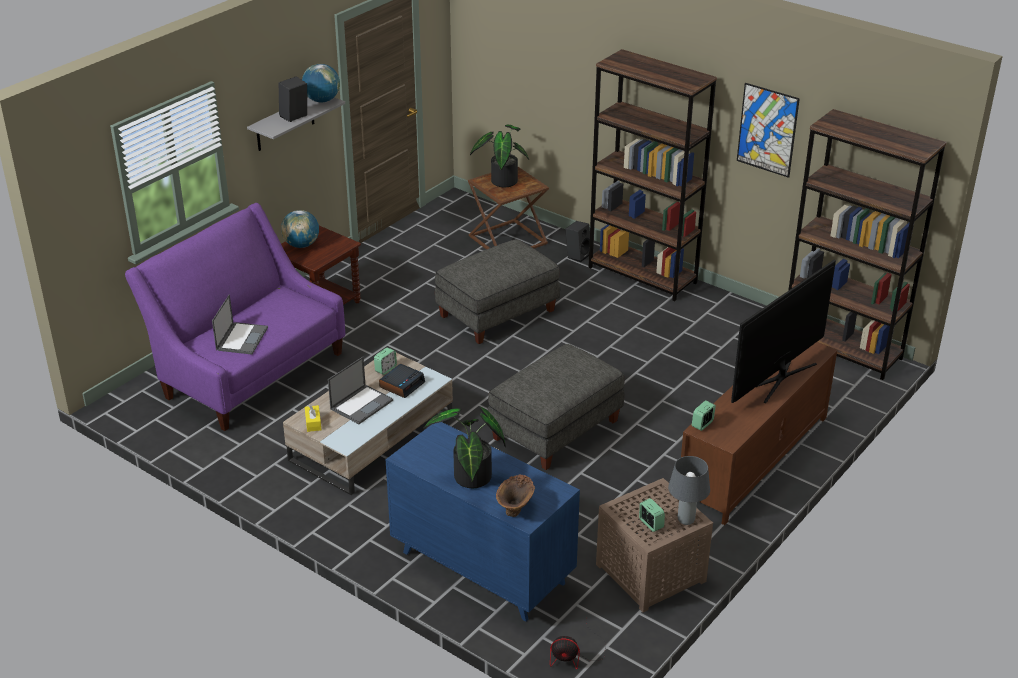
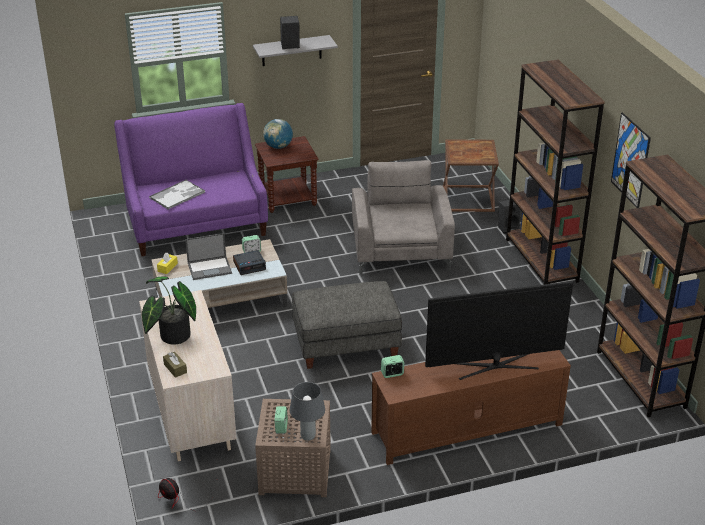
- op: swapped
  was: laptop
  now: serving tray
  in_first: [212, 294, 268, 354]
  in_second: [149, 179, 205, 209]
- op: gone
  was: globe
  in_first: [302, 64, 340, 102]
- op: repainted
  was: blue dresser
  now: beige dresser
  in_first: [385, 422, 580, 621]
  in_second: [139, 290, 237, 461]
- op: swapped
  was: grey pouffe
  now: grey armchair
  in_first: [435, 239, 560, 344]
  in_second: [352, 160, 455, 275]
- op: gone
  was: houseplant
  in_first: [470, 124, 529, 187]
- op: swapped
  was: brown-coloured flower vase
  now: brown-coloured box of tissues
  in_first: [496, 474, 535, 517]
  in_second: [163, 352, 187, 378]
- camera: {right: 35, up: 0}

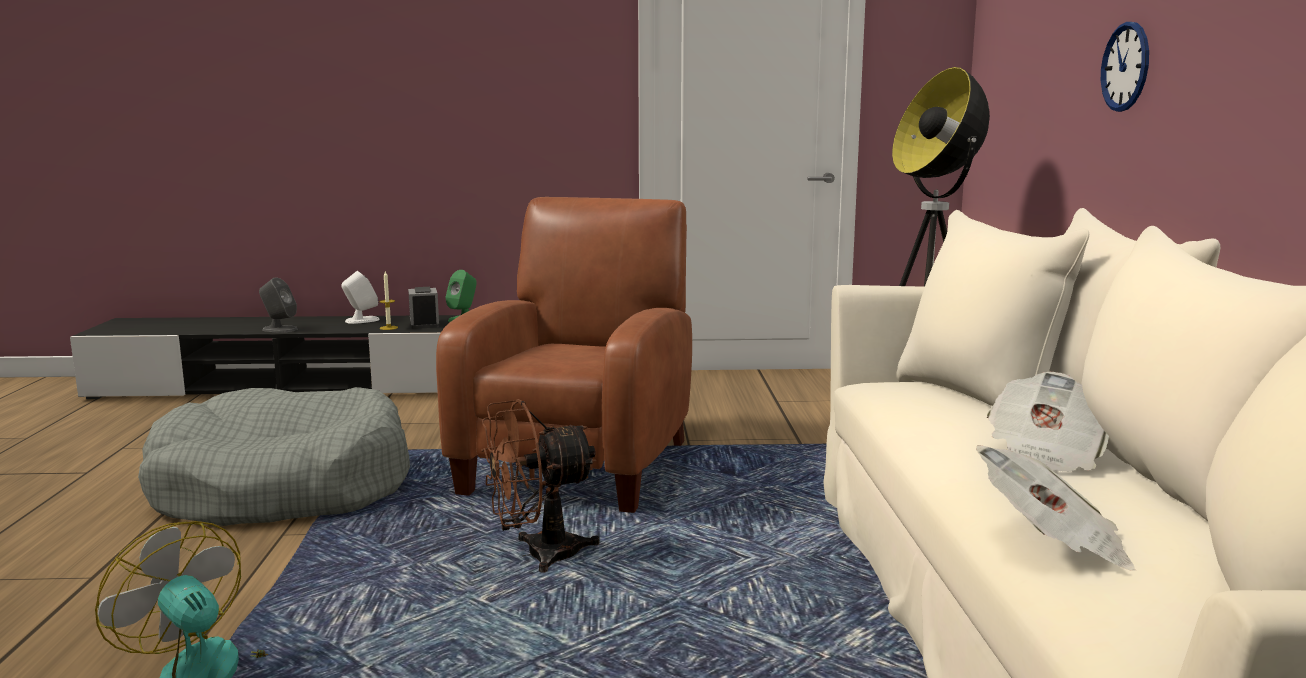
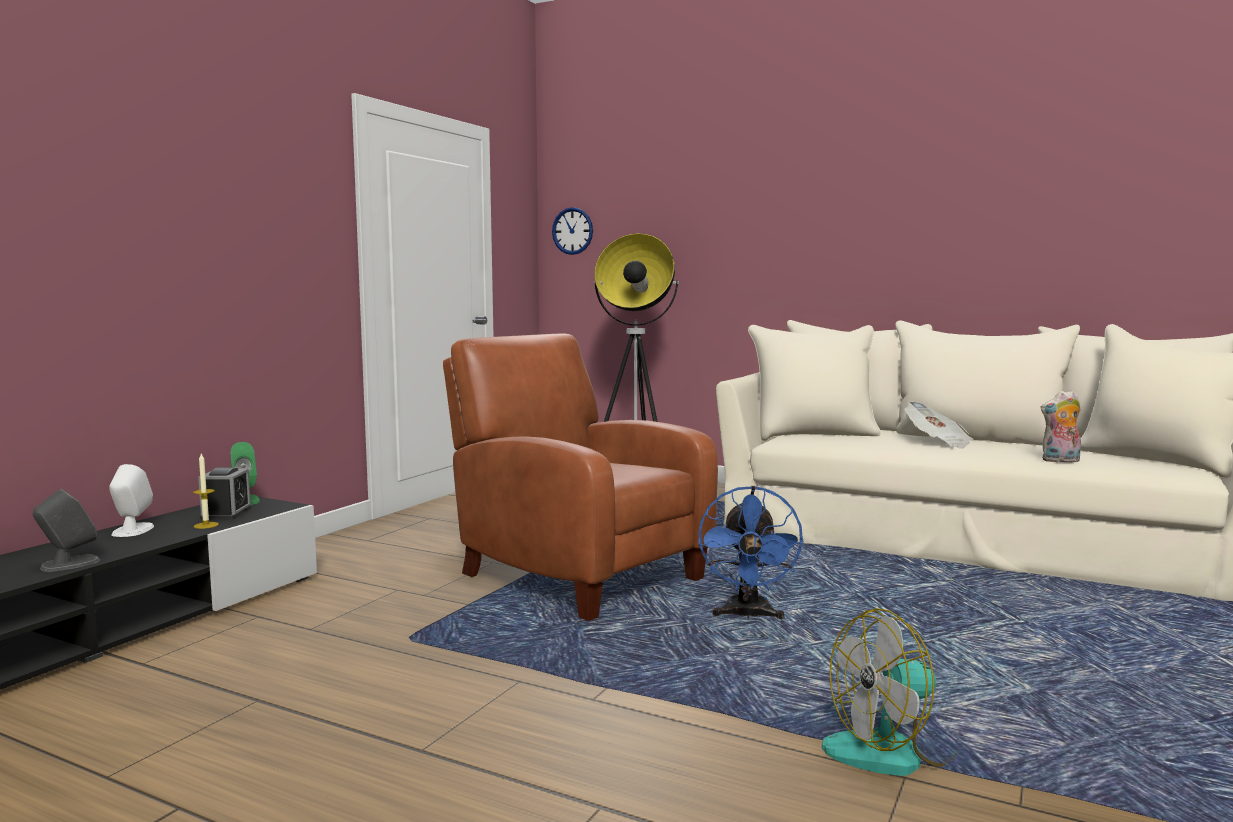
- op: gone
  was: grey dog cushion
  in_first: [138, 387, 410, 526]
- op: rotated
  was: table clock
  in_first: [408, 287, 439, 329]
  in_second: [198, 468, 252, 520]
  clockwise: -105
- op: repainted
  was: brown-coloured cooling fan
  now: blue cooling fan
  in_first: [482, 399, 600, 573]
  in_second: [698, 486, 804, 619]
- op: swapped
  was: daily paper
  now: cuddly toy
  in_first: [976, 445, 1137, 571]
  in_second: [1040, 390, 1081, 463]
- op: shifted
  was: clock on the wall
  in_first: [1101, 22, 1149, 112]
  in_second: [552, 207, 593, 255]
- camera: {right: -60, up: -5}

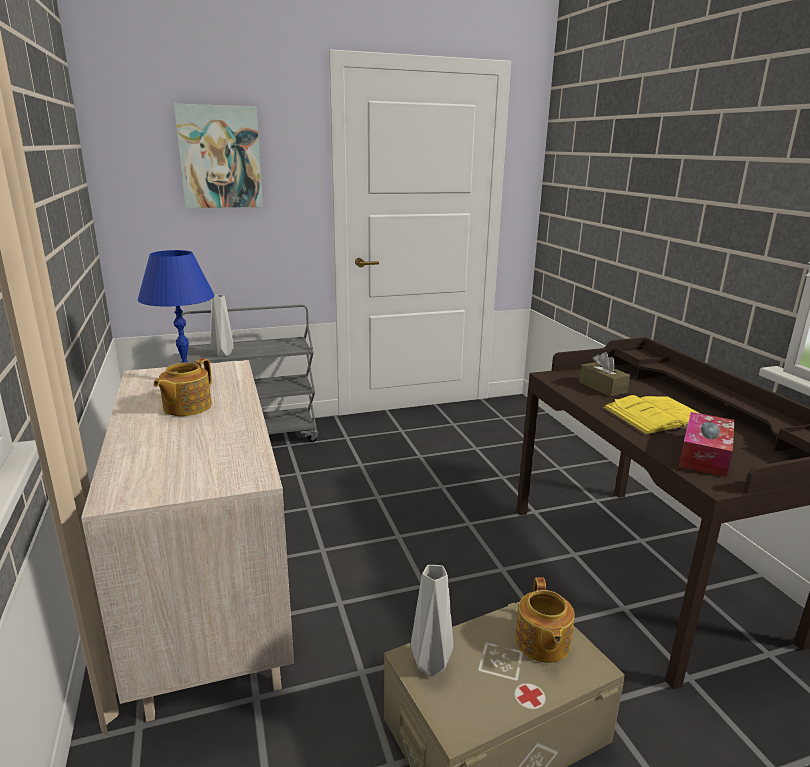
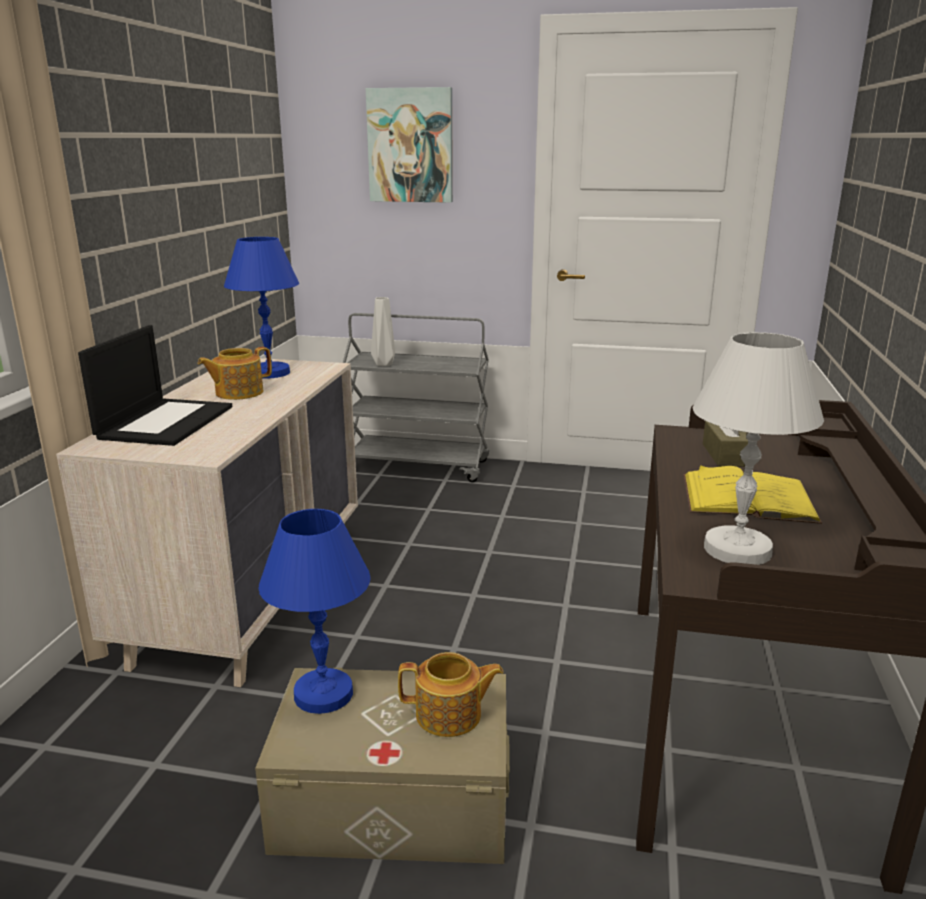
- op: swapped
  was: grey flower vase
  now: blue lamp for a table
  in_first: [411, 565, 453, 677]
  in_second: [259, 509, 371, 714]
- op: rotated
  was: tea pot
  in_first: [515, 577, 575, 663]
  in_second: [398, 652, 504, 737]
  clockwise: -120
- op: swapped
  was: box of tissues
  now: white-coloured lamp for a table
  in_first: [679, 412, 735, 477]
  in_second: [693, 332, 824, 565]
- op: new
  now: laptop
  in_second: [78, 325, 232, 446]
- camera: {right: 30, up: 0}

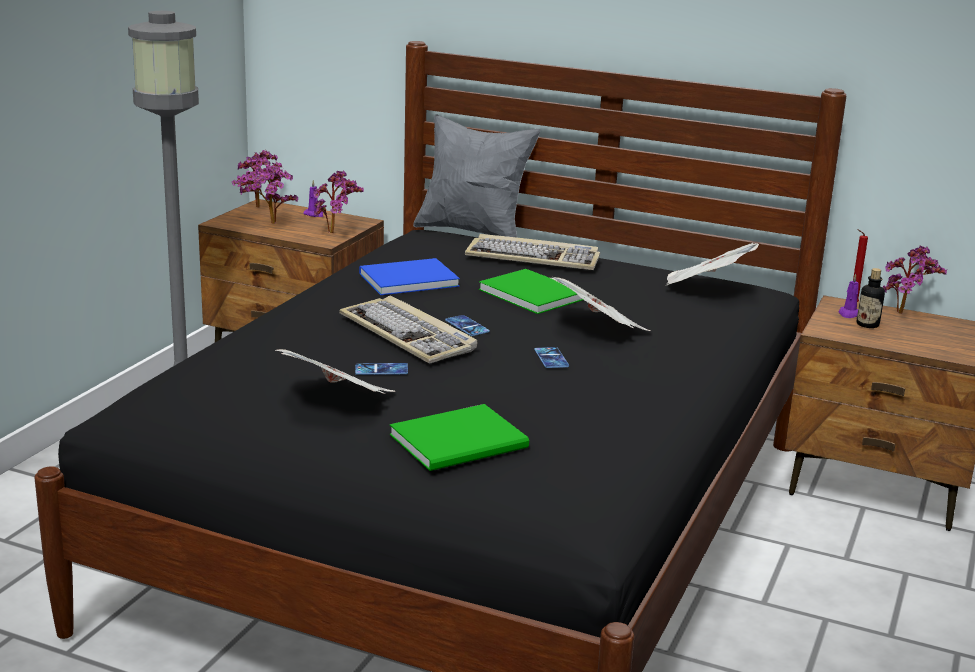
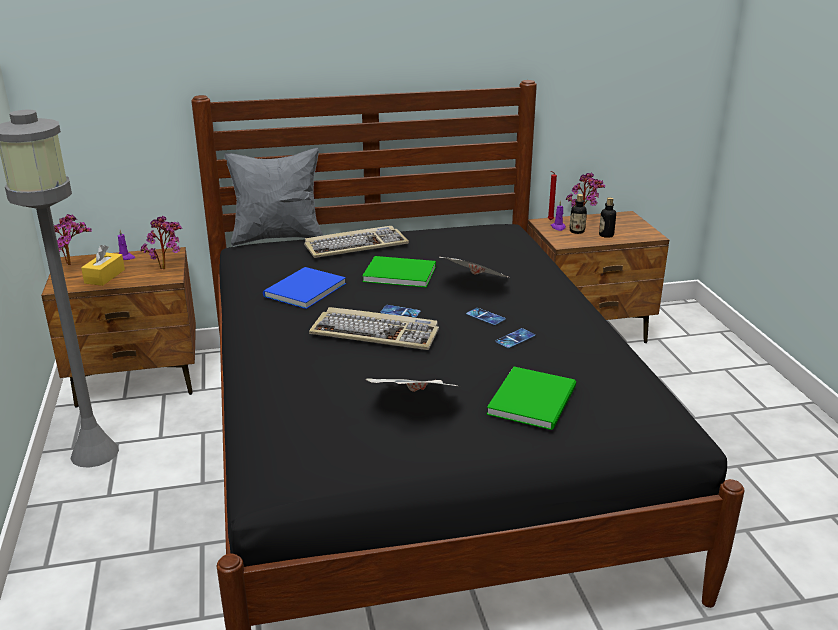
- op: swapped
  was: houseplant
  now: yellowish box of tissues
  in_first: [240, 165, 298, 224]
  in_second: [81, 245, 125, 286]
- op: shifted
  was: phone
  in_first: [355, 363, 408, 375]
  in_second: [495, 328, 535, 348]
- op: gone
  was: daily paper
  in_first: [665, 243, 759, 286]
- op: new
  now: bottle
  in_second: [599, 197, 616, 238]
- camera: {right: -35, up: 5}

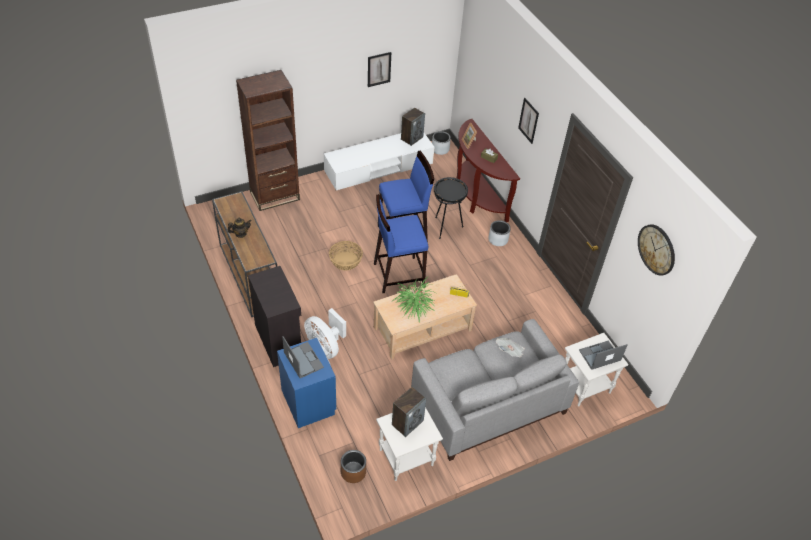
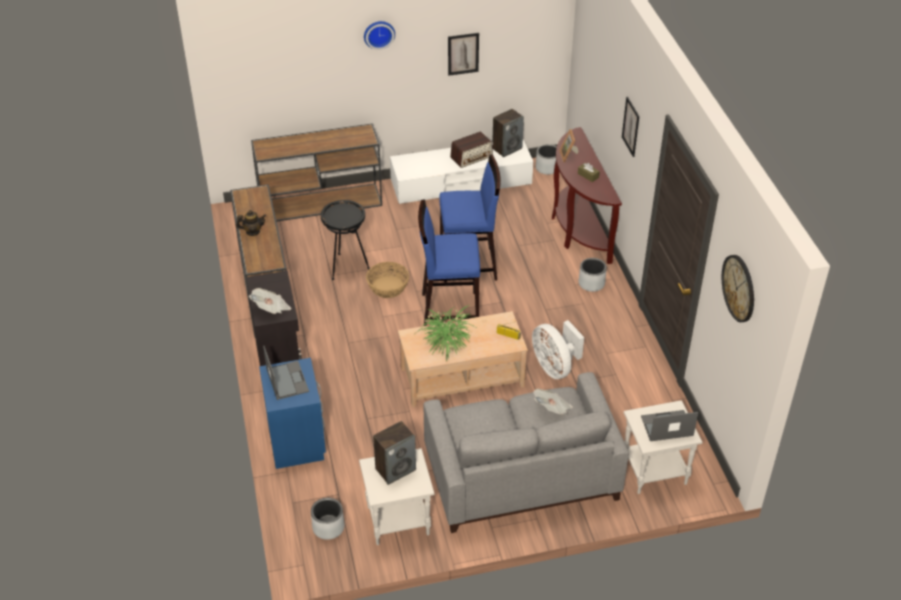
- op: swapped
  was: brown-coloured shelving unit
  now: brown-coloured console table
  in_first: [236, 70, 300, 211]
  in_second: [251, 123, 382, 222]
- op: shifted
  was: white-coloured cooling fan
  in_first: [304, 308, 346, 359]
  in_second: [532, 320, 584, 379]
- op: repainted
  was: brown-coloured plant pot
  now: grey plant pot
  in_first: [341, 450, 366, 483]
  in_second: [311, 498, 345, 540]
- op: shifted
  was: black end table
  in_first: [434, 177, 468, 239]
  in_second: [321, 200, 370, 280]
- op: new
  now: daily paper
  in_second: [249, 288, 292, 314]
- op: new
  now: clock on the wall
  in_second: [364, 21, 395, 50]
- op: new
  now: radio
  in_second: [450, 132, 493, 168]
- camera: {right: 15, up: -5}

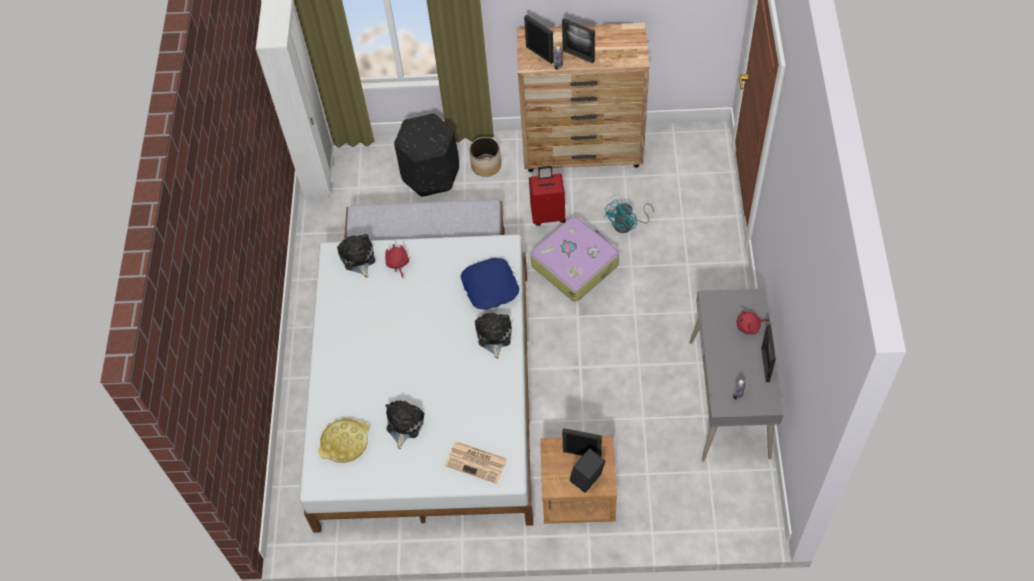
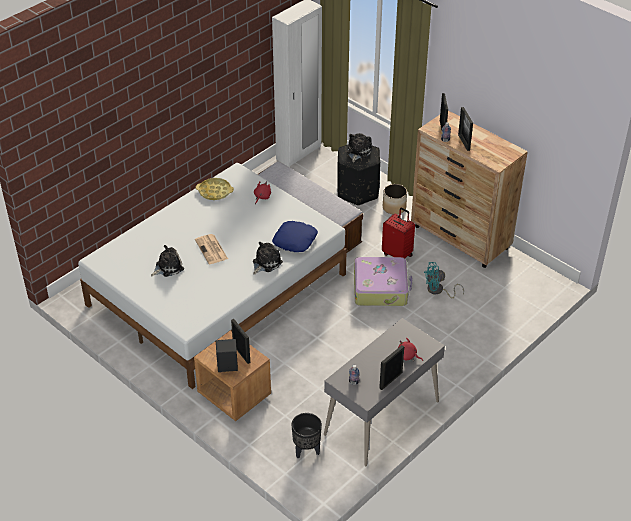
- op: shifted
  was: yellowish serving tray
  in_first: [318, 418, 369, 463]
  in_second: [196, 178, 234, 200]
- op: shifted
  was: cuddly toy
  in_first: [337, 234, 375, 278]
  in_second: [347, 133, 372, 162]
- op: shifted
  was: daily paper
  in_first: [445, 441, 507, 484]
  in_second: [195, 234, 228, 264]
- op: new
  now: black plant pot
  in_second: [291, 413, 322, 458]
- camera: {right: 40, up: -15}

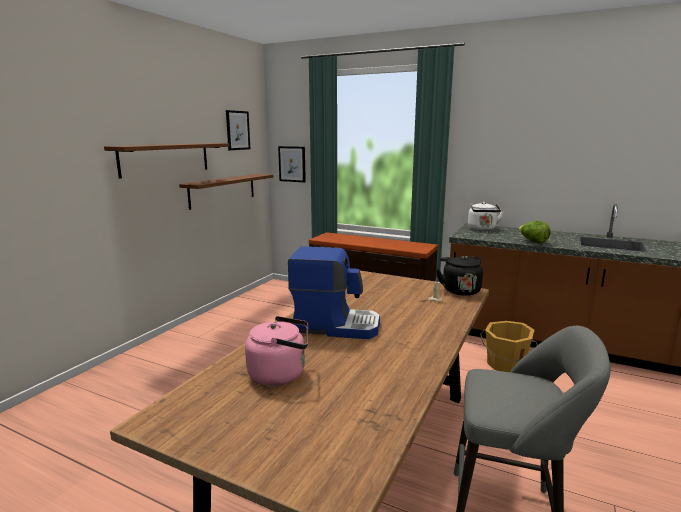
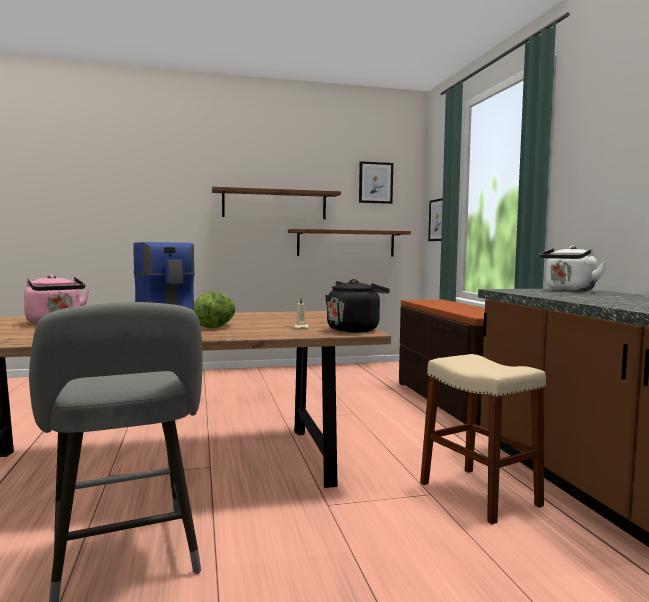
- op: swapped
  was: orange-coloured water bucket
  now: beige stool
  in_first: [480, 321, 538, 372]
  in_second: [420, 354, 546, 525]
- op: shifted
  was: lettuce
  in_first: [518, 221, 551, 243]
  in_second: [193, 292, 235, 328]
- camera: {right: 50, up: -10}

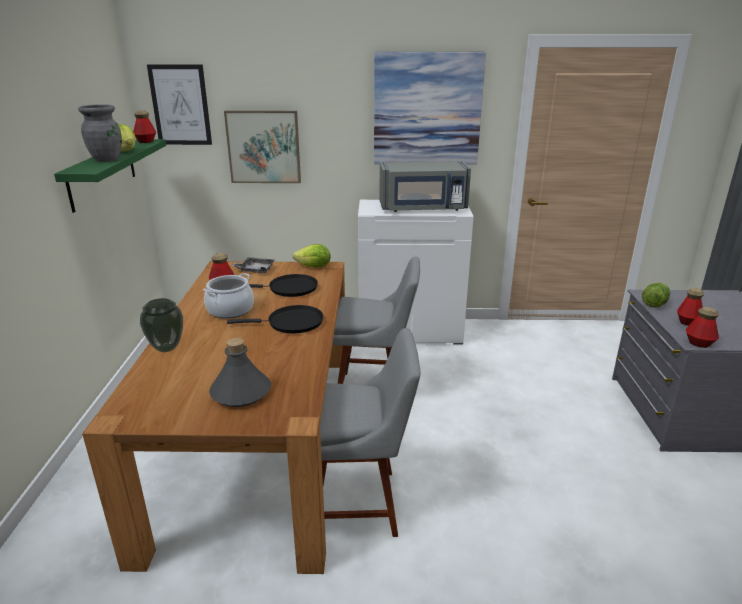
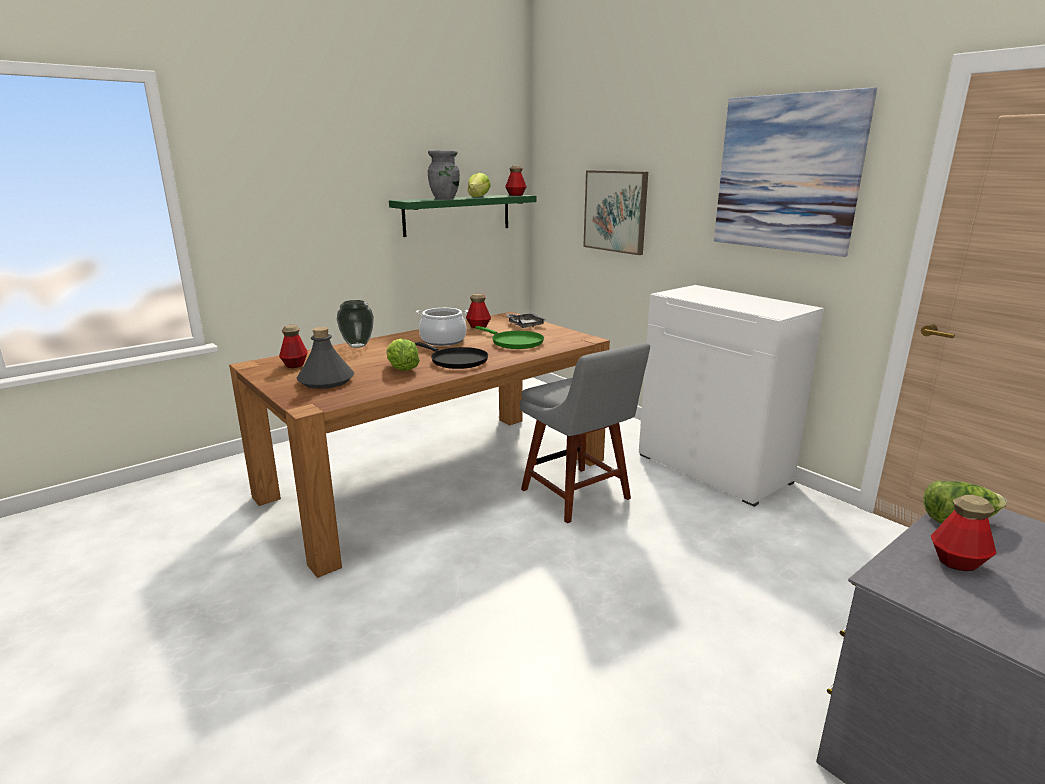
- op: gone
  was: wall art
  in_first: [147, 64, 212, 145]
- op: repainted
  was: black skillet
  now: greenish skillet
  in_first: [249, 274, 318, 297]
  in_second: [475, 326, 544, 349]
- op: shifted
  was: lettuce
  in_first: [293, 244, 331, 267]
  in_second: [386, 338, 420, 371]
- op: gone
  was: grey upright chair
  in_first: [320, 328, 420, 537]
- op: gone
  was: grey kitchen microwave
  in_first: [379, 161, 471, 212]
- op: shifted
  was: bottle
  in_first: [686, 307, 719, 348]
  in_second: [279, 325, 308, 368]
- camera: {right: 50, up: -5}

